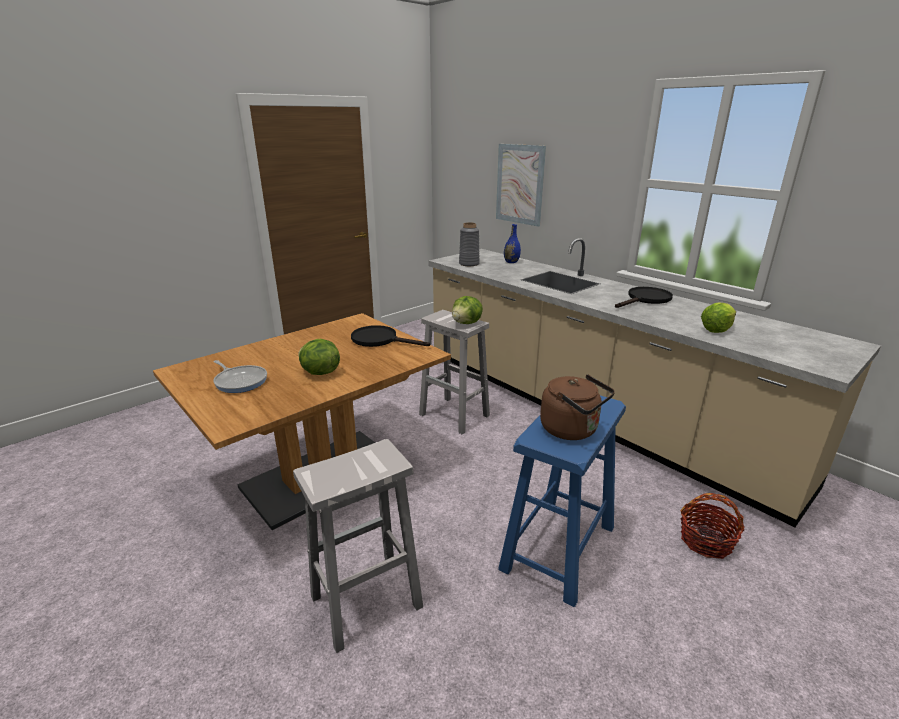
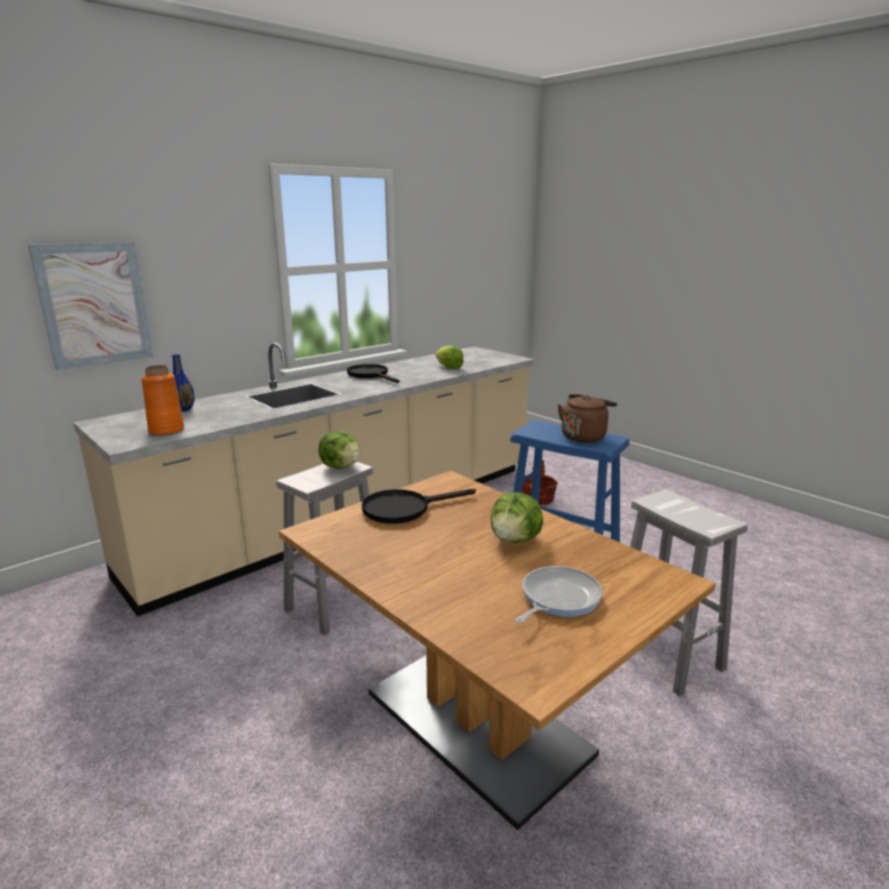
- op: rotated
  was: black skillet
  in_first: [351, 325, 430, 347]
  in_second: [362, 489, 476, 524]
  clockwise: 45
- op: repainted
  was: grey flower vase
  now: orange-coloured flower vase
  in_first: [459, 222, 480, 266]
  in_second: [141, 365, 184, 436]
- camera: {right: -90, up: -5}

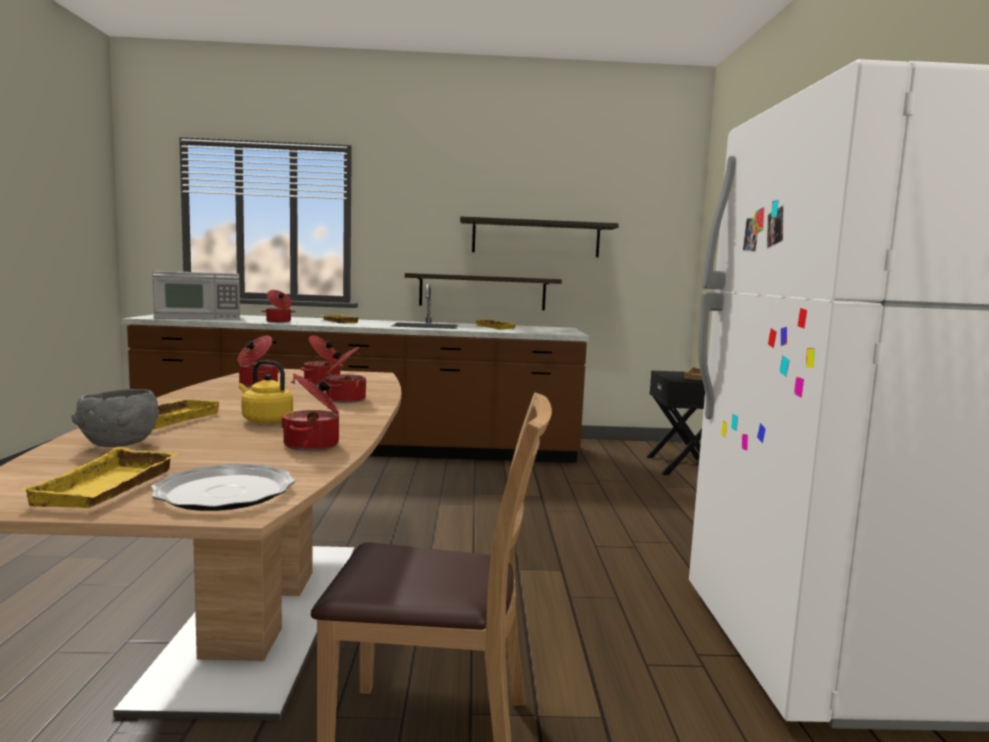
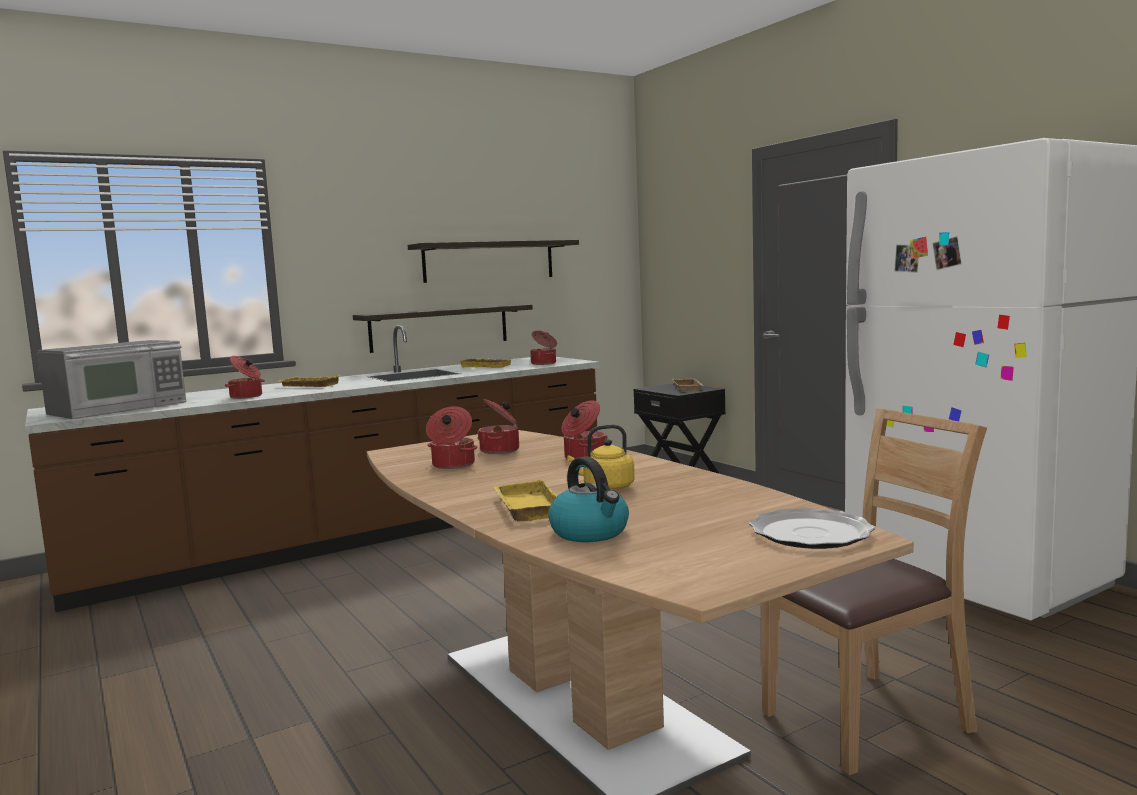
- op: gone
  was: yellowish serving tray
  in_first: [19, 447, 178, 508]
- op: swapped
  was: grey bowl
  now: water kettle
  in_first: [72, 389, 159, 447]
  in_second: [548, 456, 629, 542]
- op: shifted
  was: cooking pot
  in_first: [281, 374, 339, 451]
  in_second: [530, 330, 557, 365]
- camera: {right: -30, up: 0}

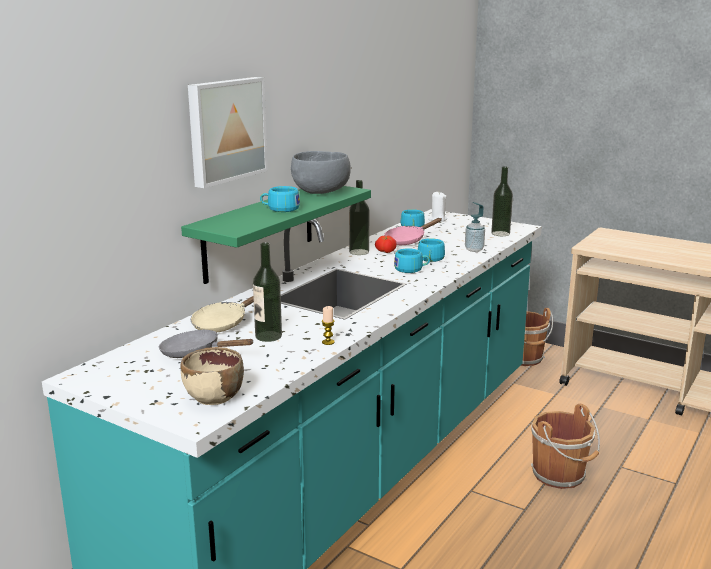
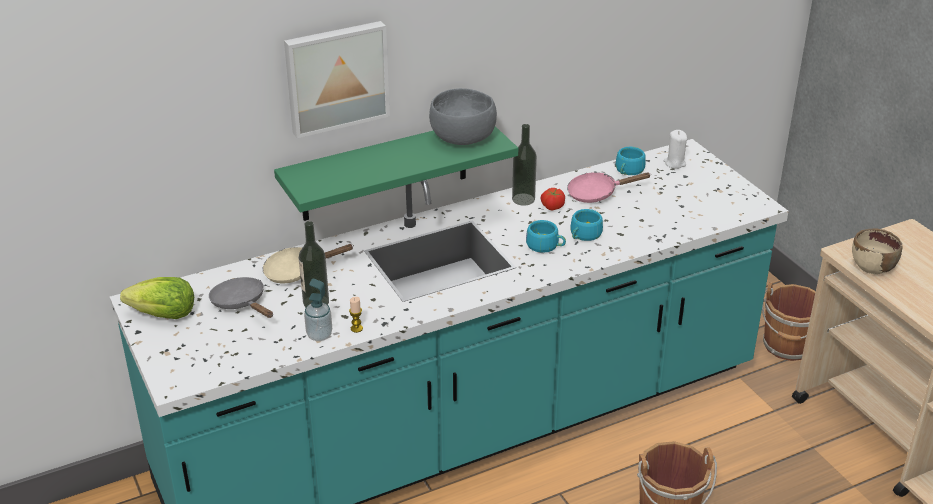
- op: shifted
  was: beige bowl
  in_first: [181, 347, 244, 405]
  in_second: [852, 229, 902, 274]
- op: gone
  was: blue-green drinking cup
  in_first: [260, 186, 300, 212]
- op: shifted
  was: soap bottle
  in_first: [465, 202, 485, 252]
  in_second: [304, 279, 332, 341]
- op: gone
  was: bottle
  in_first: [491, 167, 513, 236]
- op: new
  now: lettuce
  in_second: [120, 277, 194, 319]
- camera: {right: 30, up: 15}

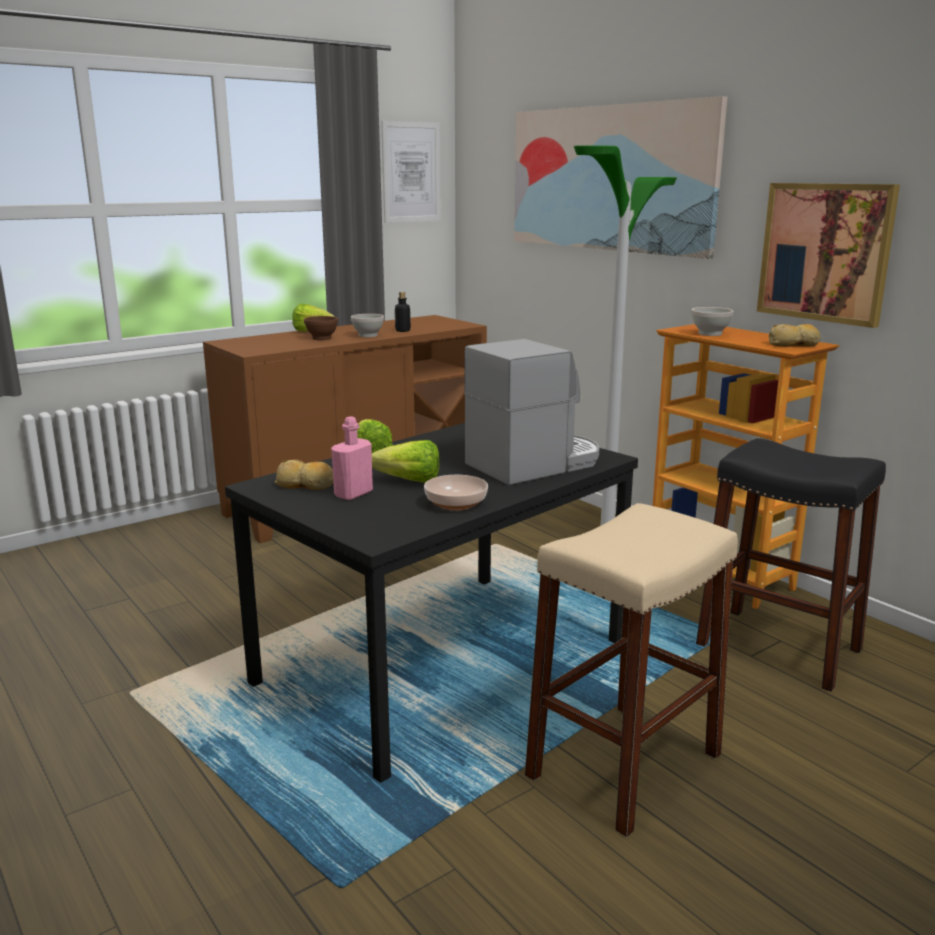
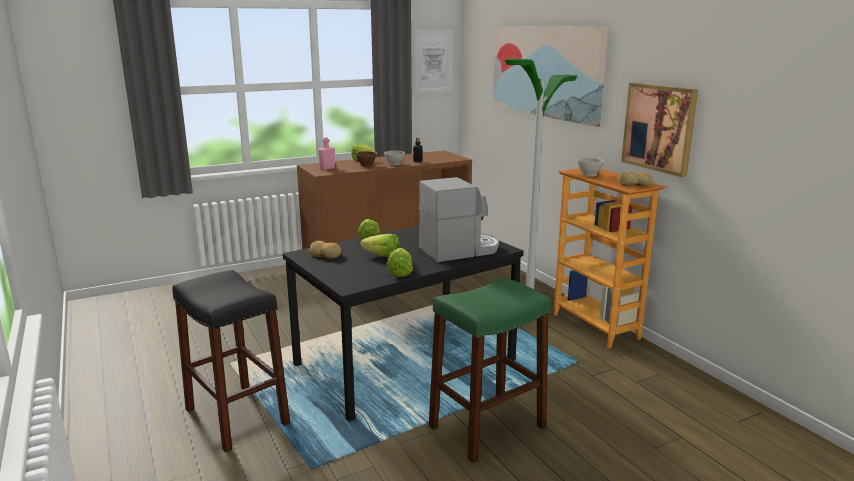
- op: shifted
  was: pink bottle
  in_first: [331, 416, 373, 500]
  in_second: [318, 137, 335, 170]
- op: swapped
  was: bowl
  now: lettuce
  in_first: [424, 475, 488, 510]
  in_second: [386, 248, 413, 277]
- op: repainted
  was: beige stool
  now: greenish stool
  in_first: [525, 503, 738, 837]
  in_second: [429, 277, 551, 463]
- op: shifted
  was: black stool
  in_first: [696, 438, 886, 691]
  in_second: [172, 270, 290, 453]
- camera: {right: 10, up: 0}

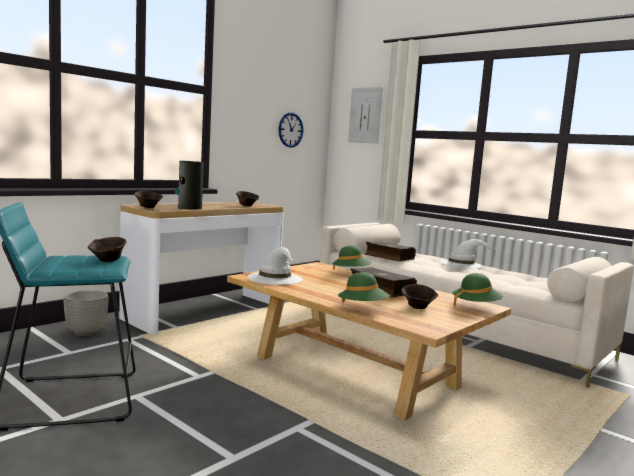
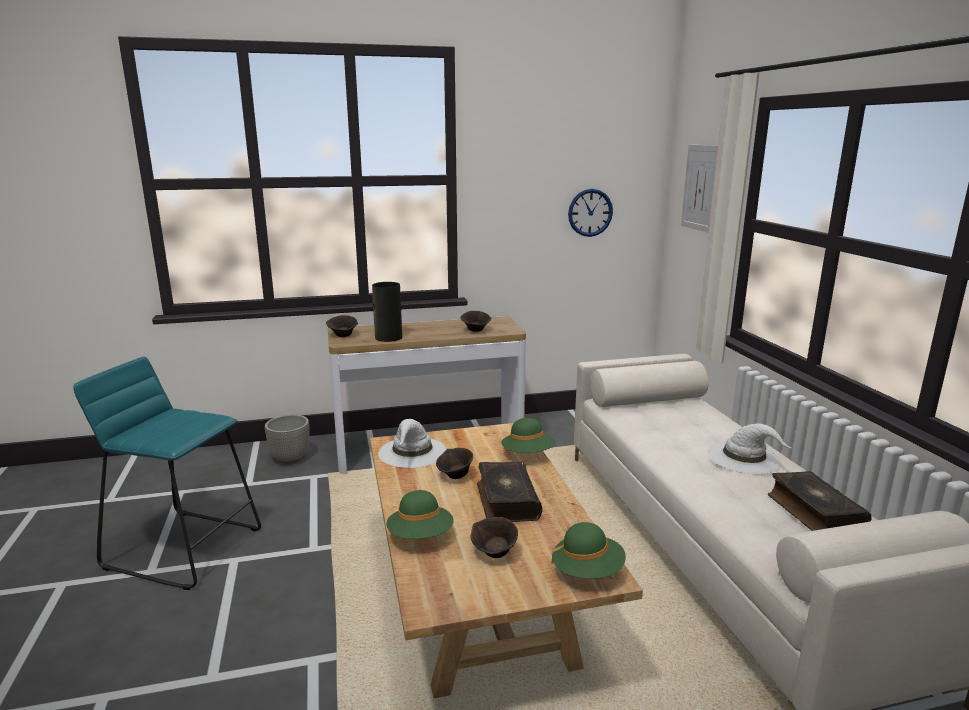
- op: shifted
  was: brown-coloured bowl
  in_first: [88, 237, 127, 262]
  in_second: [436, 448, 473, 479]
- op: shifted
  was: bound book
  in_first: [365, 241, 416, 261]
  in_second: [768, 471, 871, 531]
- camera: {right: 35, up: 10}

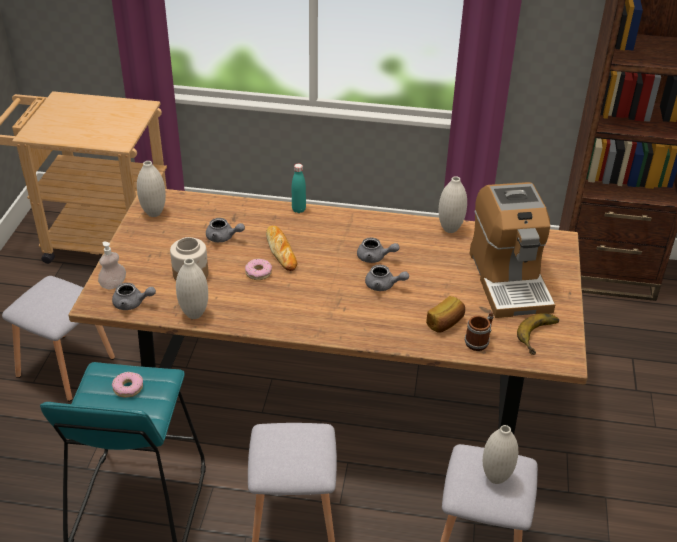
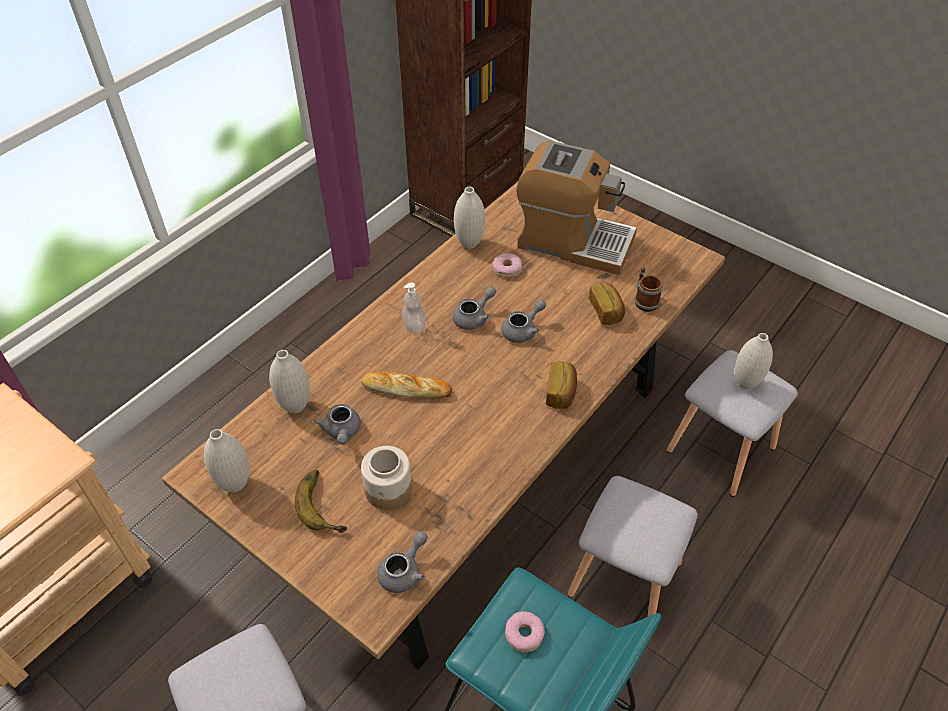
- op: shifted
  was: soap bottle
  in_first: [98, 241, 126, 290]
  in_second: [402, 283, 426, 334]
- op: shifted
  was: white-coloured flower vase
  in_first: [176, 258, 208, 319]
  in_second: [269, 350, 310, 413]
- op: rotated
  was: grey tea pot
  in_first: [206, 218, 245, 242]
  in_second: [314, 404, 361, 445]
  clockwise: 120
- op: shifted
  was: ring doughnut
  in_first: [245, 258, 272, 280]
  in_second: [493, 253, 522, 278]
- op: gone
  was: blue-green bottle
  in_first: [292, 164, 306, 213]
- op: shifted
  was: banana fruit
  in_first: [517, 313, 559, 355]
  in_second: [295, 470, 347, 533]
- op: new
  now: bread
  in_second: [546, 361, 577, 409]
- camera: {right: -60, up: 10}

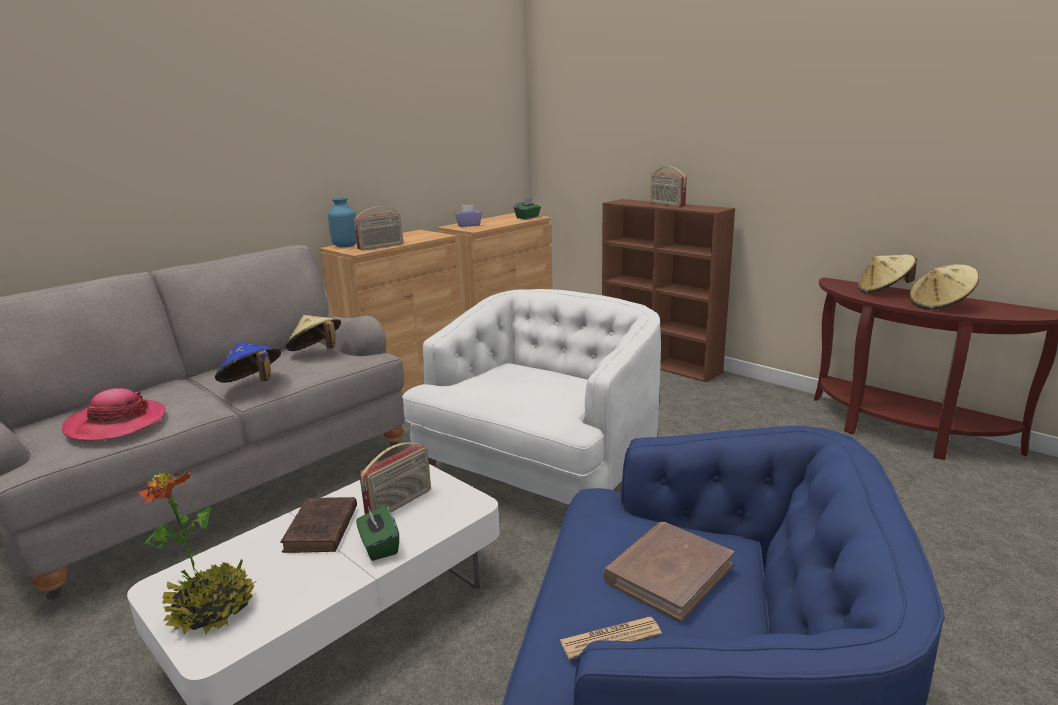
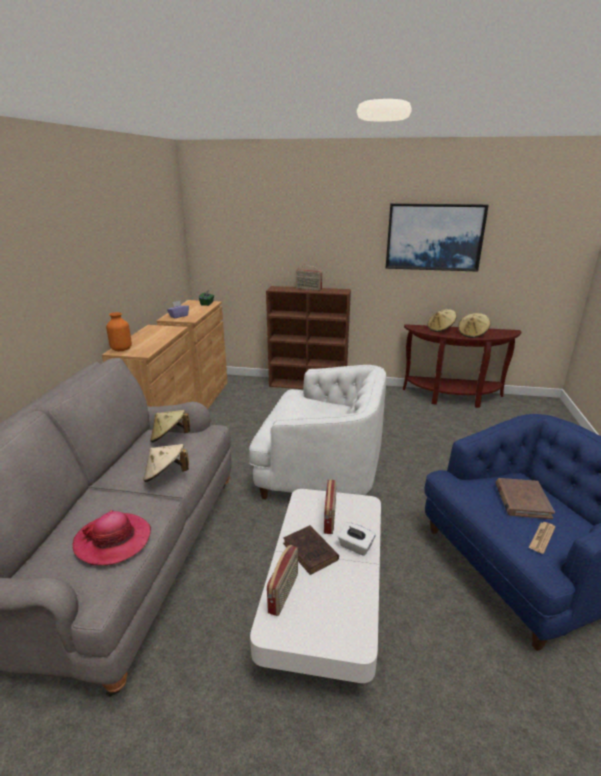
- op: gone
  was: houseplant
  in_first: [137, 471, 256, 634]
- op: repainted
  was: blue hat
  now: beige hat
  in_first: [215, 342, 281, 383]
  in_second: [143, 444, 189, 482]
- op: repainted
  was: blue flower vase
  now: orange-coloured flower vase
  in_first: [328, 198, 357, 247]
  in_second: [106, 312, 132, 351]
- op: shifted
  was: radio
  in_first: [354, 207, 403, 250]
  in_second: [267, 545, 298, 616]
- op: repainted
  was: greenish box of tissues
  now: white-coloured box of tissues
  in_first: [356, 505, 399, 561]
  in_second: [338, 522, 376, 556]
- op: rotated
  was: white-coloured armchair
  in_first: [402, 289, 661, 505]
  in_second: [249, 365, 386, 499]
  clockwise: 105
- op: new
  now: wall art
  in_second: [386, 203, 489, 272]
- camera: {right: -35, up: 5}

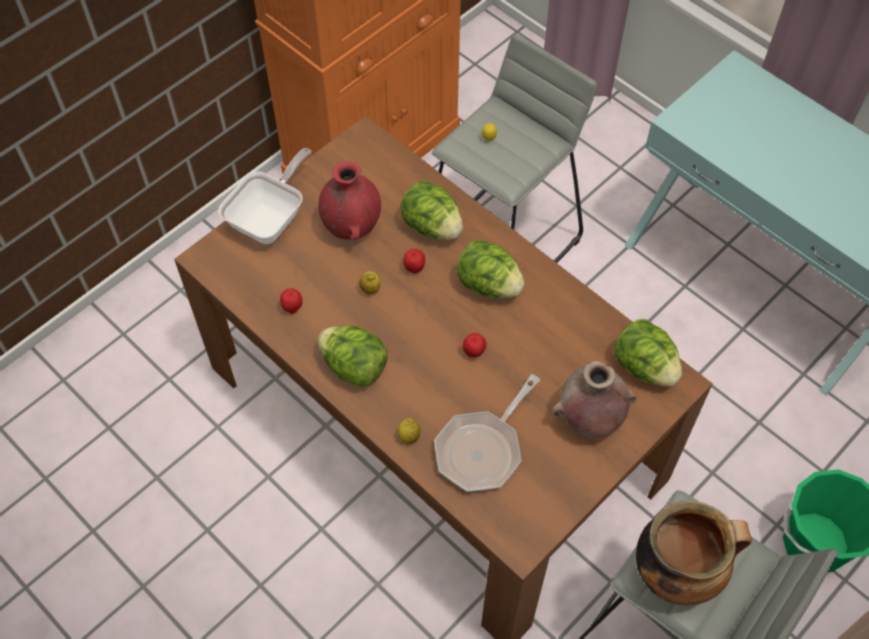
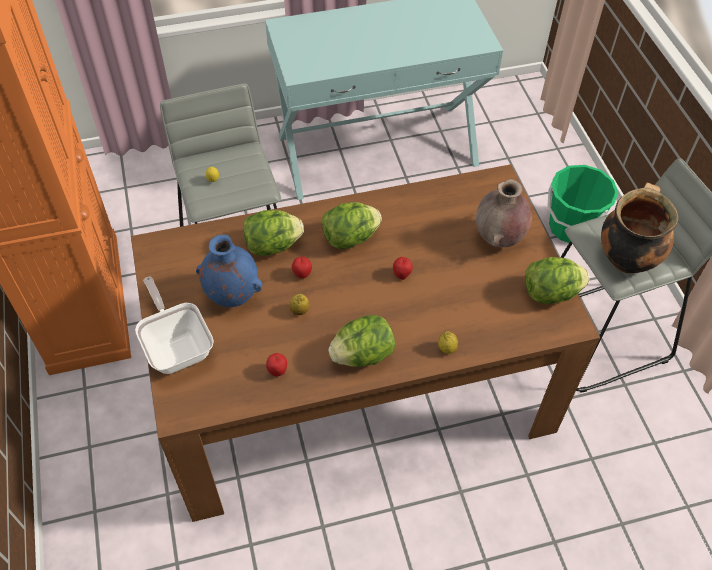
- op: repainted
  was: red flower vase
  now: blue flower vase
  in_first: [318, 161, 381, 240]
  in_second: [196, 235, 263, 307]
- op: gone
  was: skillet
  in_first: [434, 374, 540, 492]
- op: shifted
  was: lettuce
  in_first: [615, 319, 682, 386]
  in_second: [525, 257, 590, 304]
- camera: {right: -60, up: -5}

